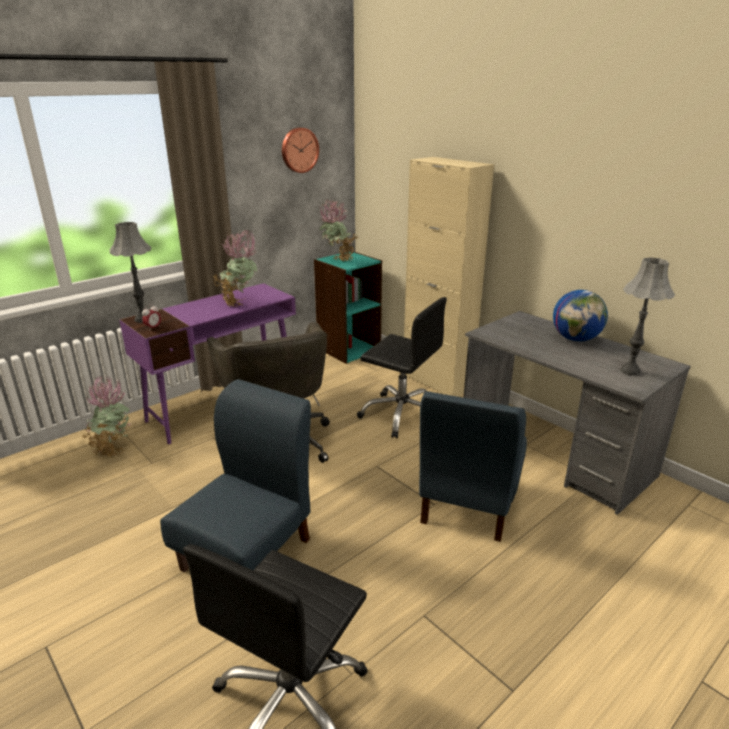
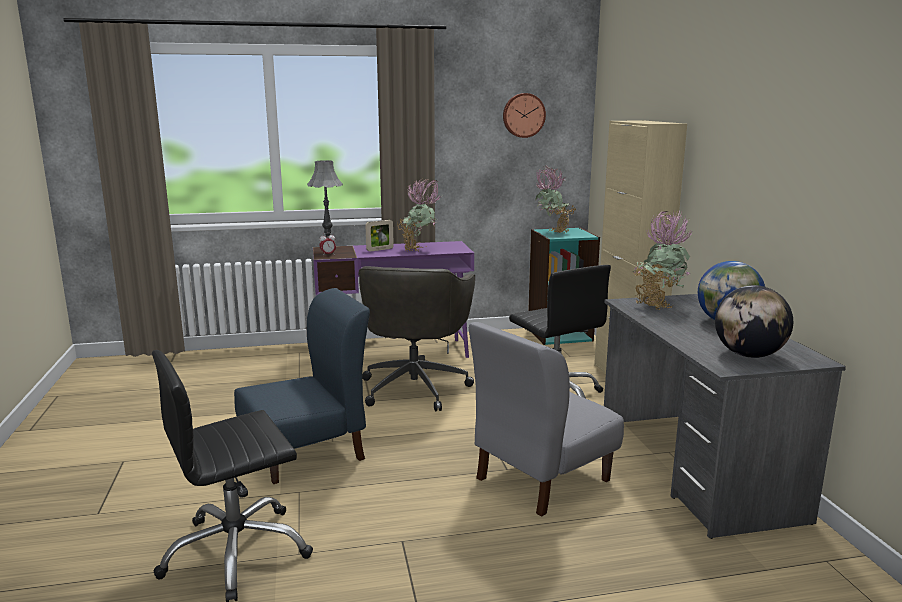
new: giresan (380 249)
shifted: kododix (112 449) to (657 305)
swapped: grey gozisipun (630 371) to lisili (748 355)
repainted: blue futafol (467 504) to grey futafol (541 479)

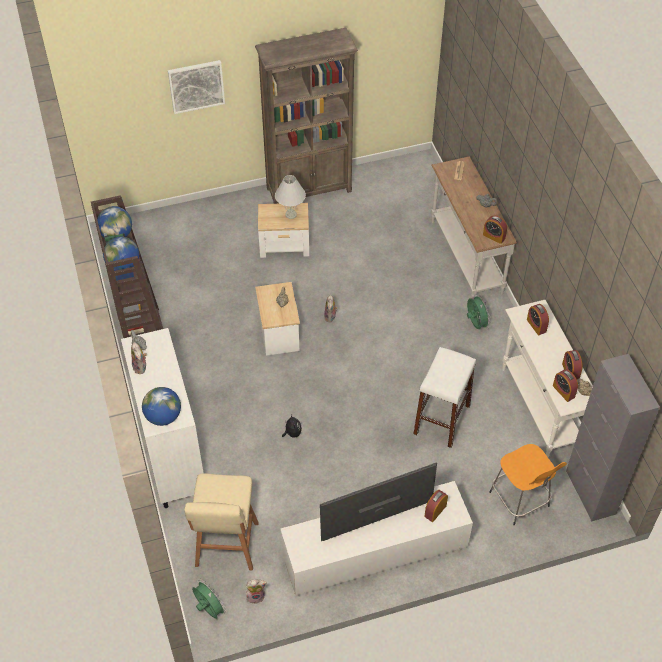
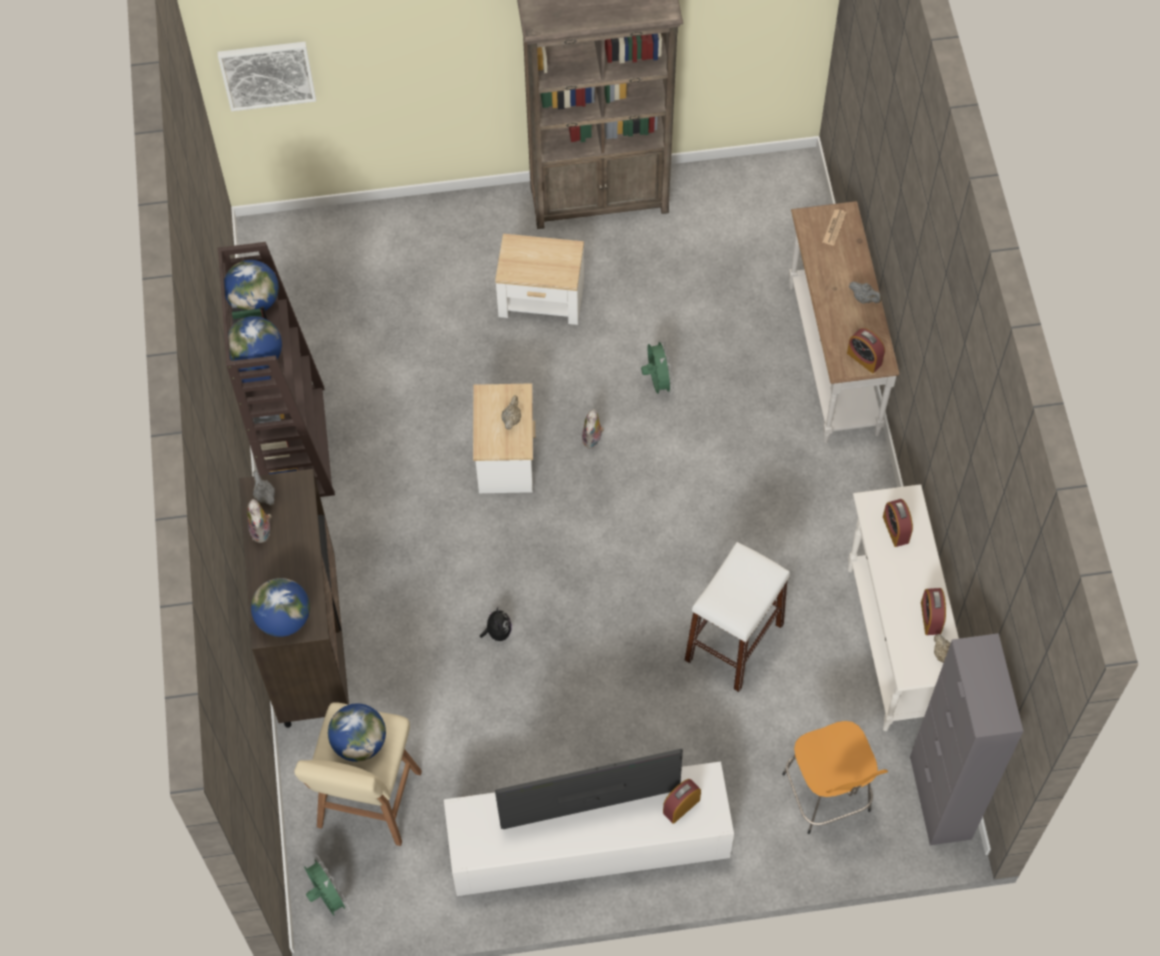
gone: white gozisipun (291 214); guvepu (563 391); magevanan (256 596)
new: lisili (359 742)
shifted: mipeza (196 86) to (267 74); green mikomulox (475 324) to (657 382)
repainted: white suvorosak (172 456) to brown suvorosak (309 645)

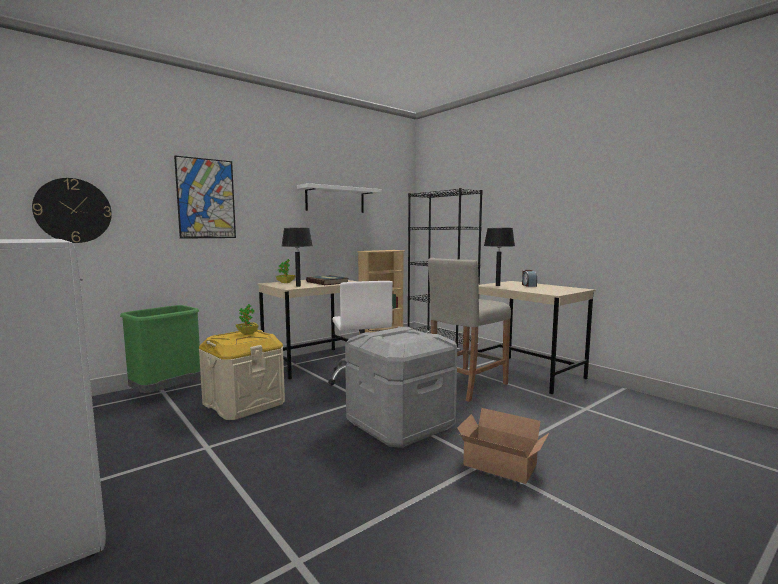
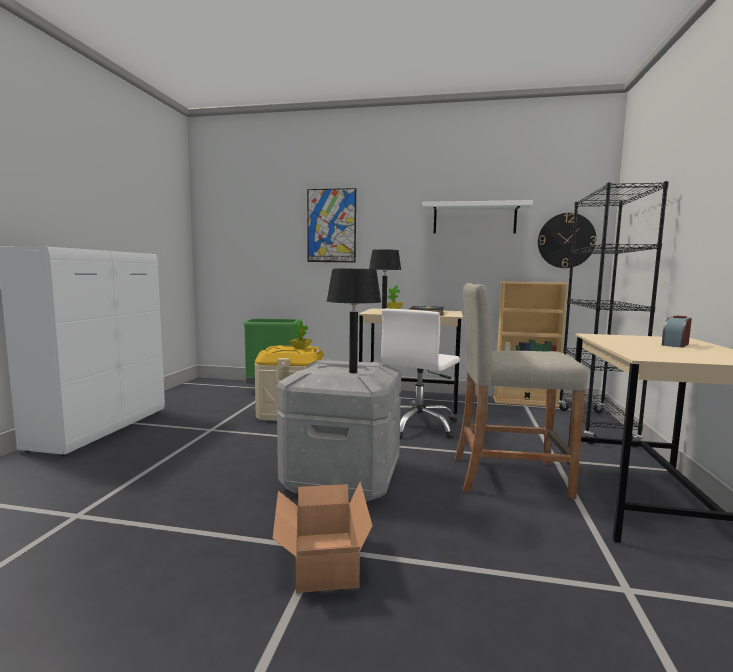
shifted: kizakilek (73 210) to (566 240); black gozisipun (498 285) to (353 372)

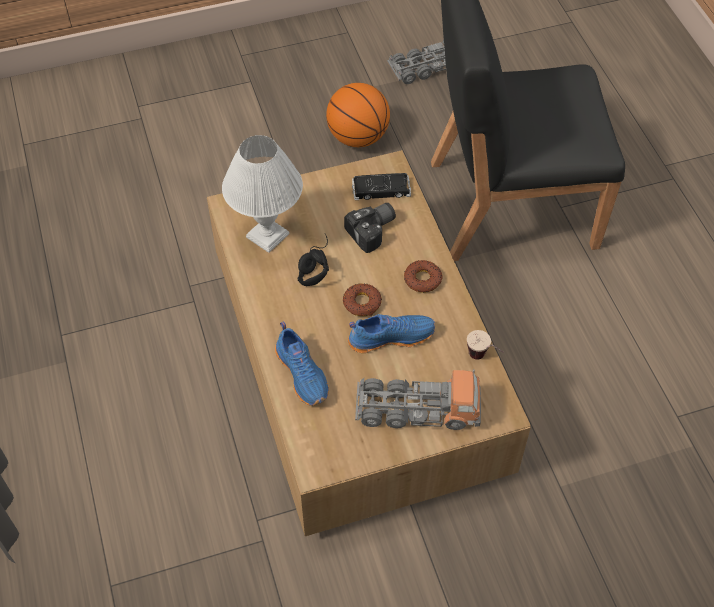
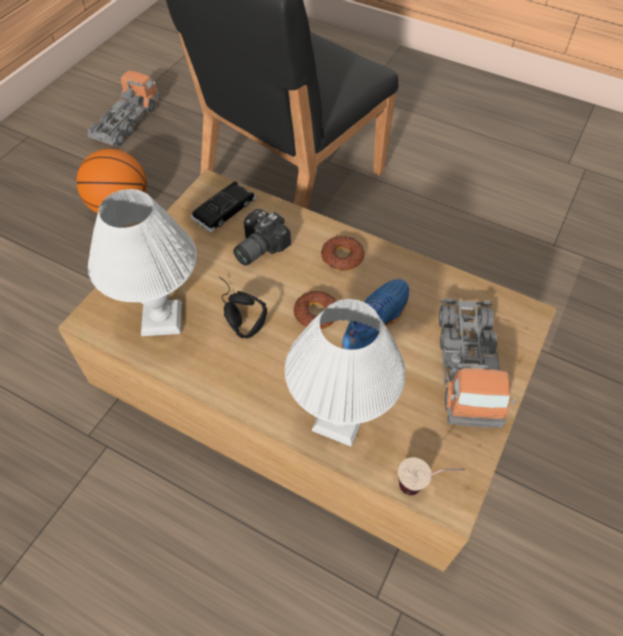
shifted: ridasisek (483 359) to (423 486)
swapped: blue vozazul (303 374) to white gozisipun (339 419)
rotated: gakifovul (373 231) = (257 247) 150 degrees counterclockwise; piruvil (417 409) = (467 367) 135 degrees clockwise

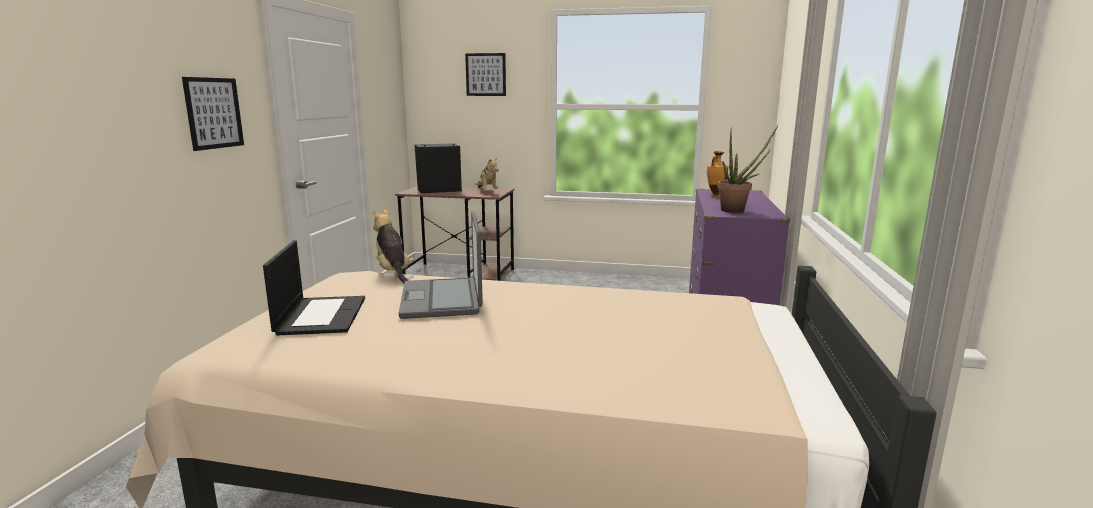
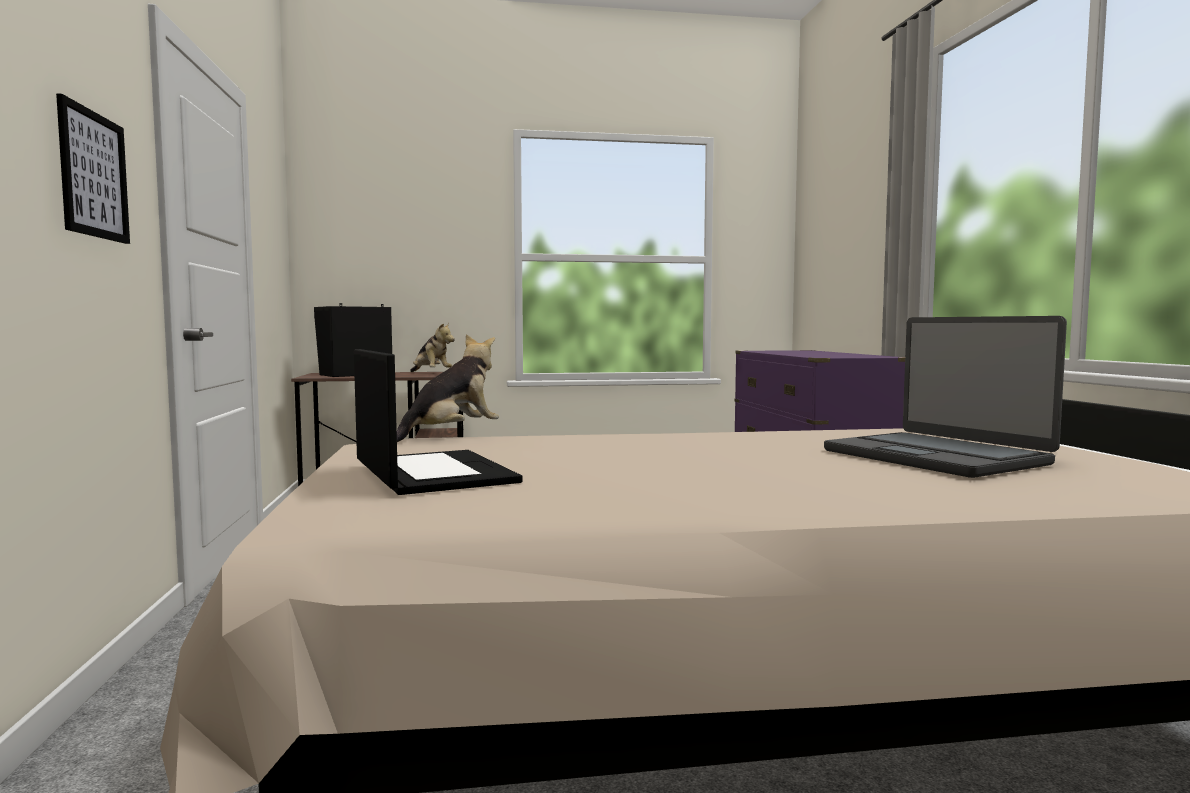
gone: mipeza (485 74); kododix (737 210); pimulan (715 196)
shifted: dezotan (442 299) to (936 457)
rotated: magevanan (393 273) = (451 435) 90 degrees clockwise

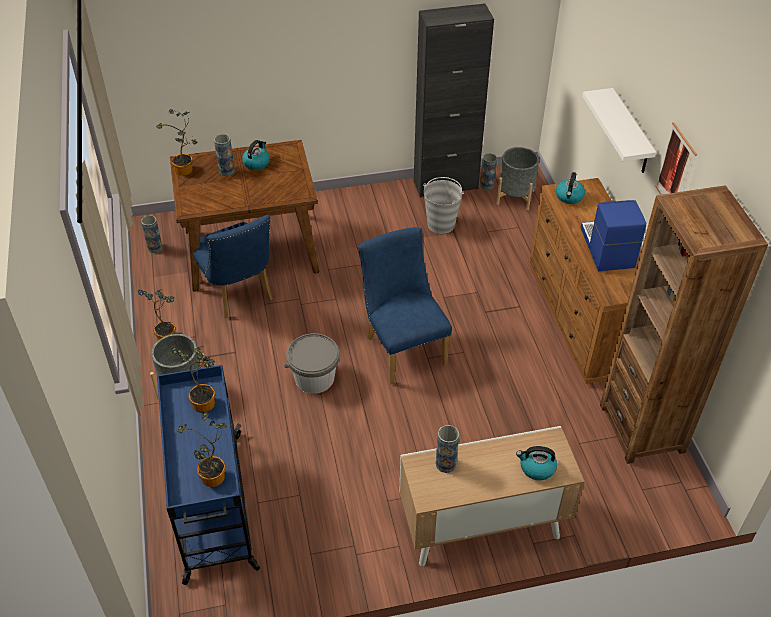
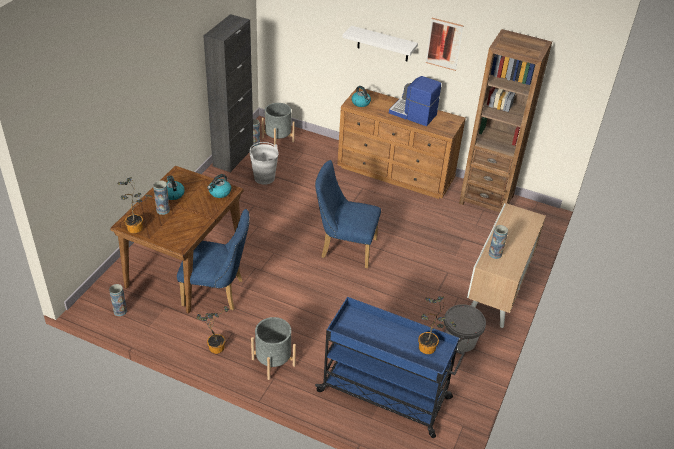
gone: kododix (204 401)
shifted: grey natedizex (314 378) to (460 340); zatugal (536 468) to (219 192)

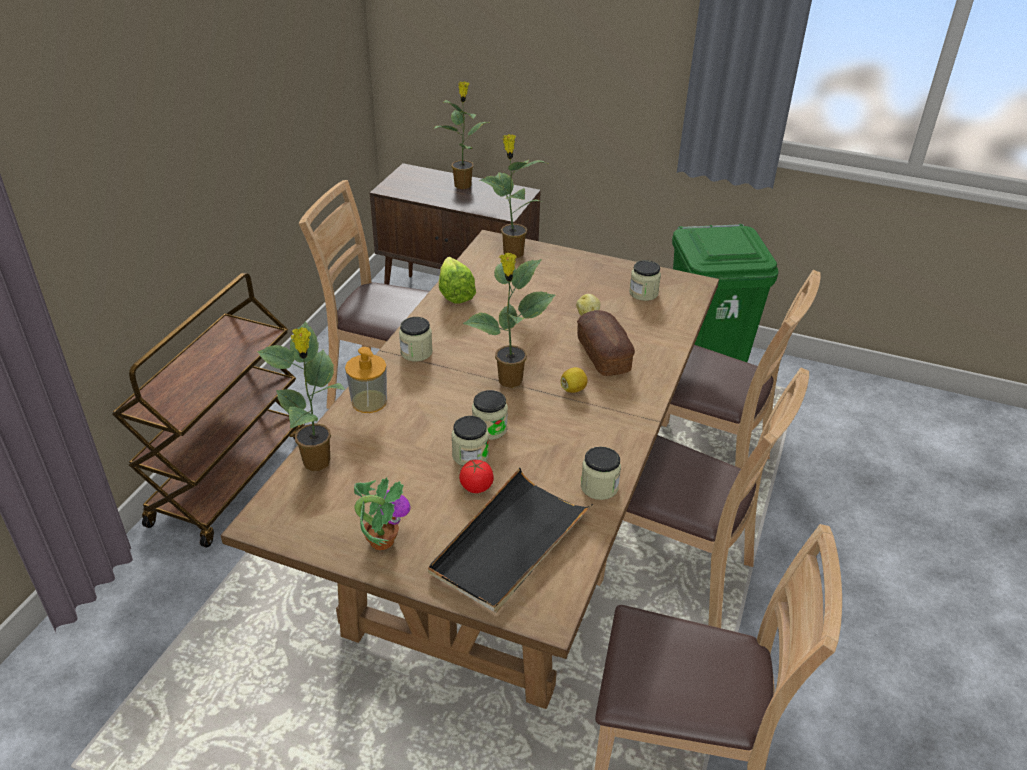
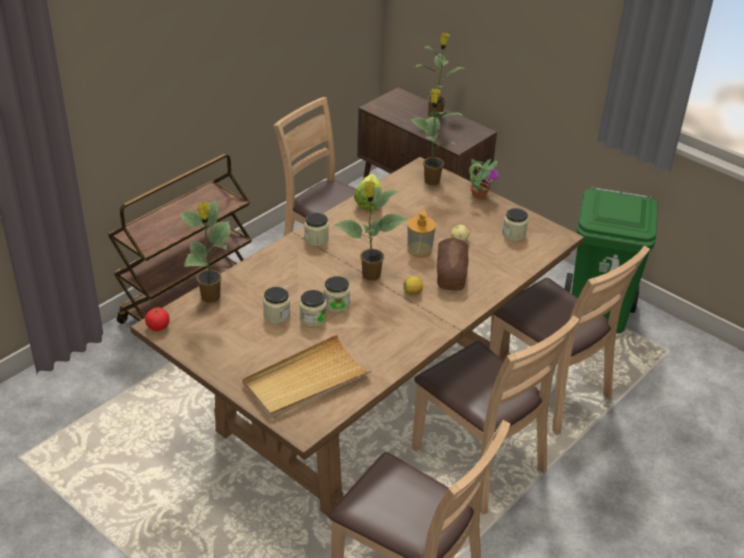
shifted: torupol (369 401) to (419 250); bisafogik (599 487) to (277 315); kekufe (476 486) to (158 326); kododix (381 540) to (478 194)
repainted: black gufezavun (509 543) to beige gufezavun (305 381)

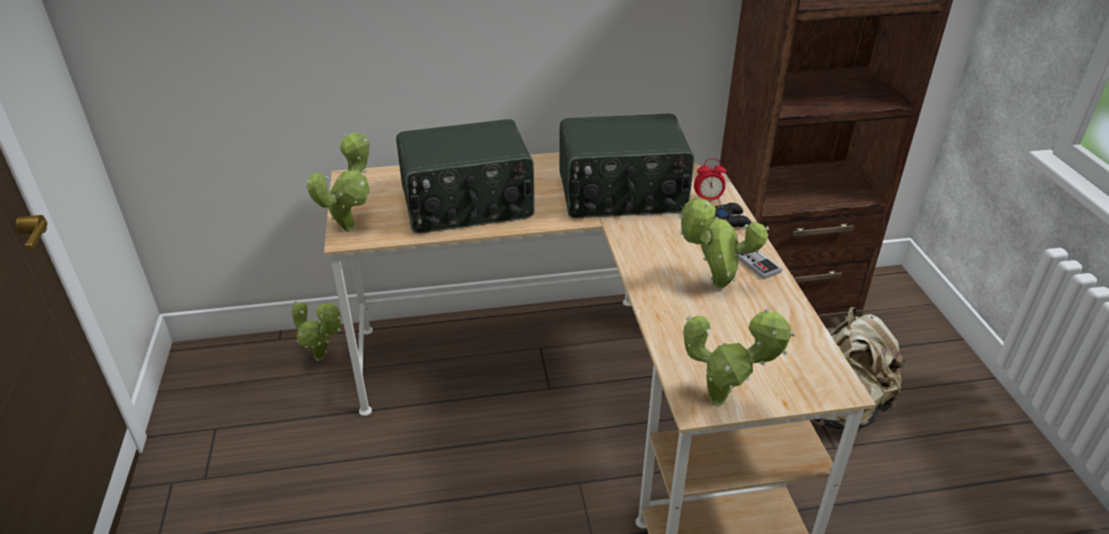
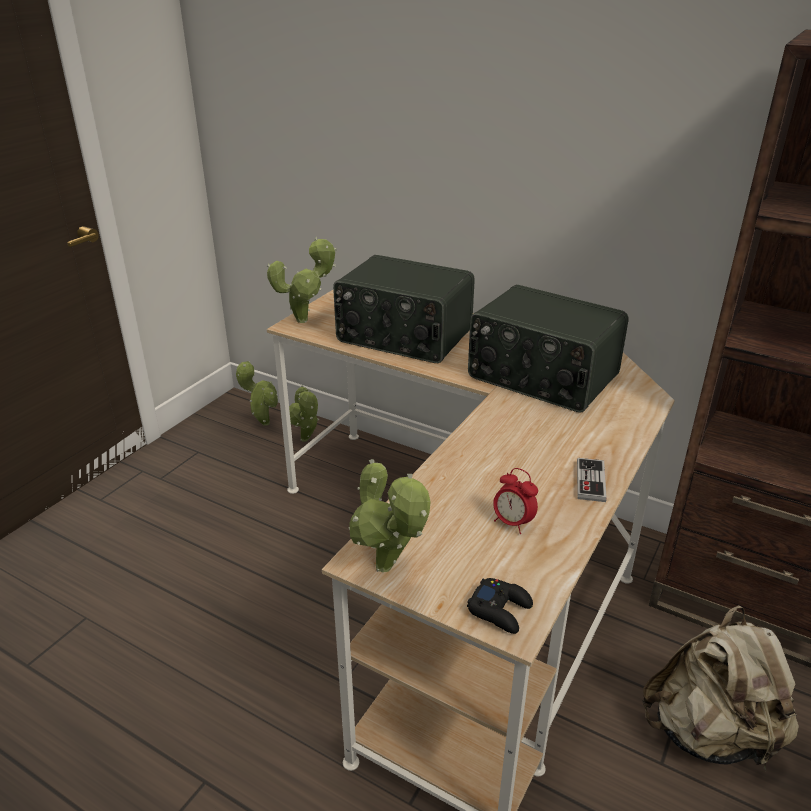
shifted: guvepu (708 200) to (512 523); kododix (714 285) to (263 422); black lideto (730 220) to (500 610)

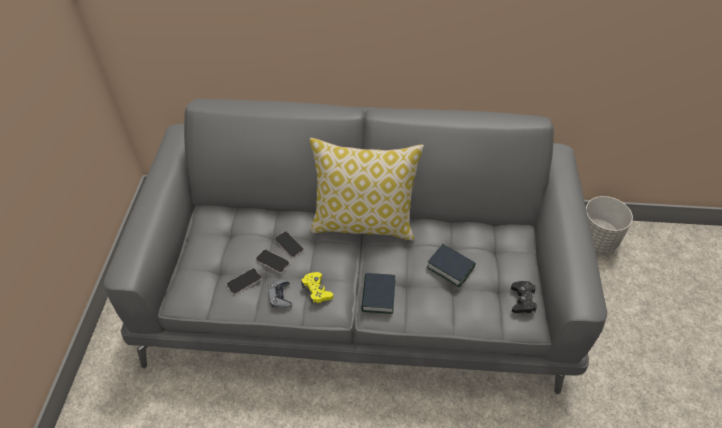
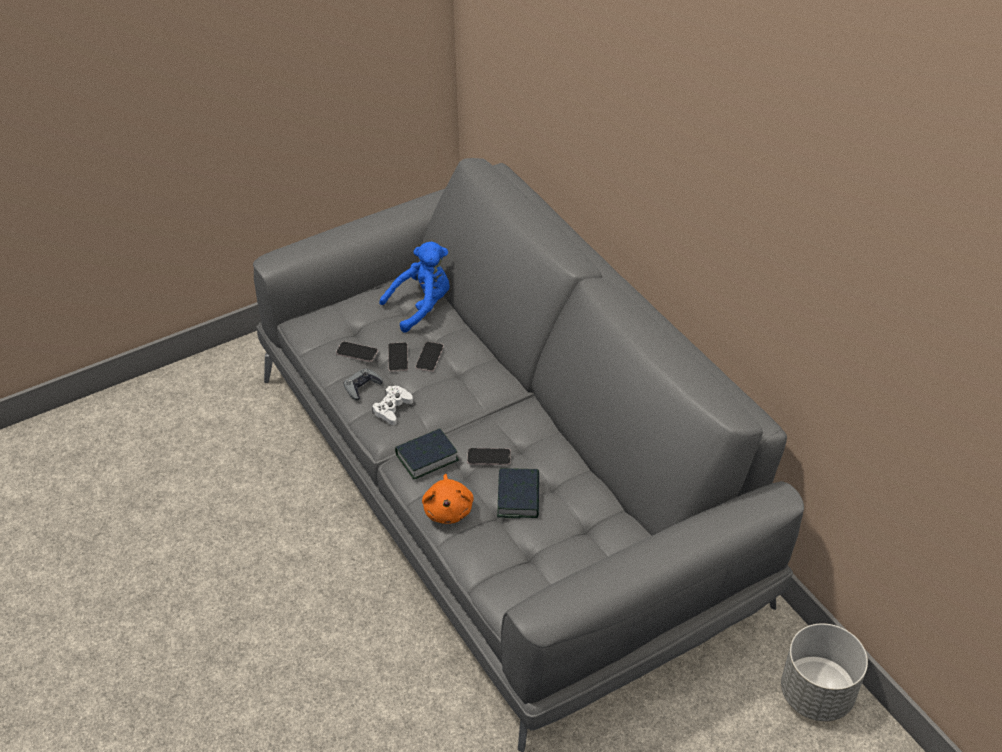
gone: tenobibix (364 223); black lideto (522 300)
new: blue magevanan (422 306); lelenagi (489 457); orange magevanan (448 509)
repainted: yellow lideto (317 290) to white lideto (392 409)

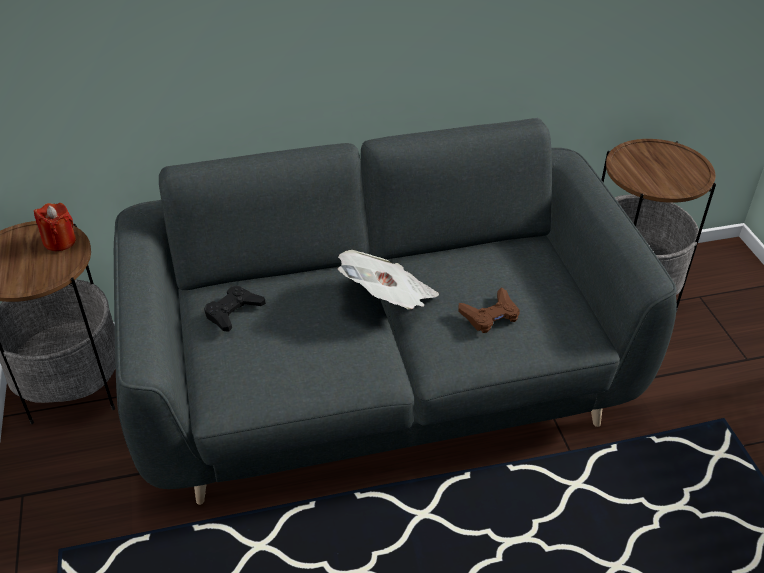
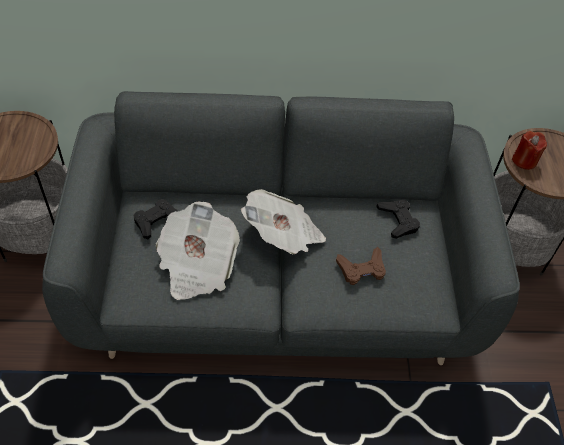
new: black lideto (398 221); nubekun (197 266)
shifted: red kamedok (60 241) to (524 160)

